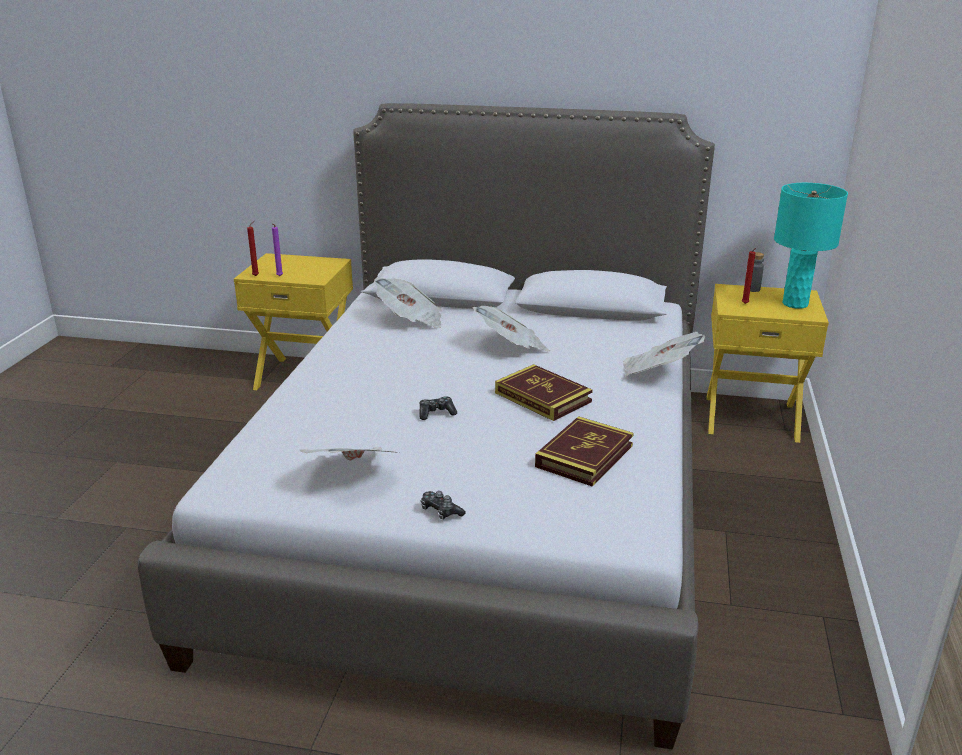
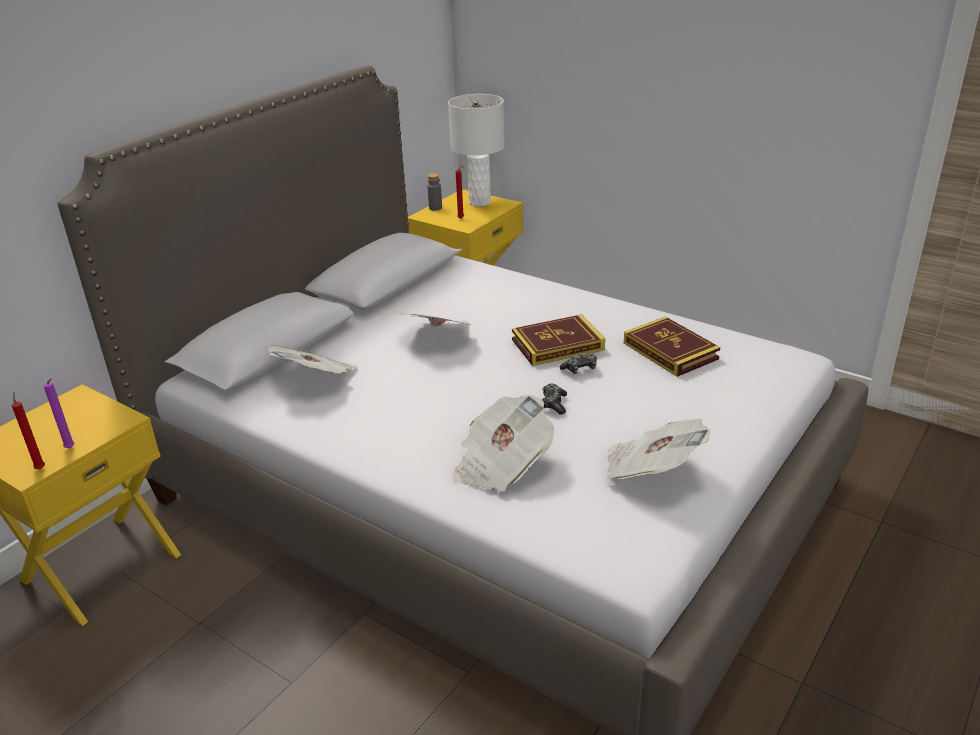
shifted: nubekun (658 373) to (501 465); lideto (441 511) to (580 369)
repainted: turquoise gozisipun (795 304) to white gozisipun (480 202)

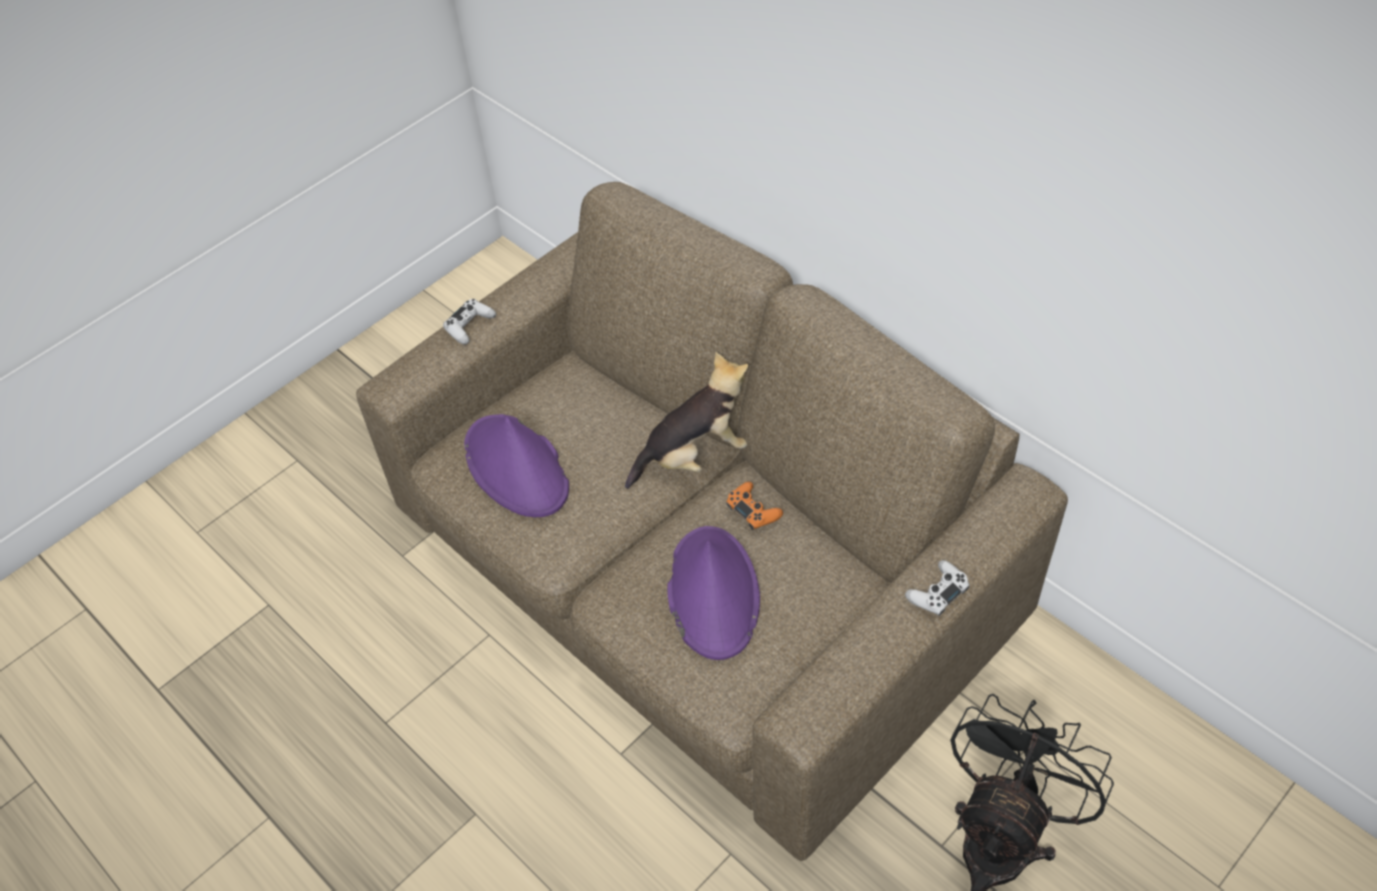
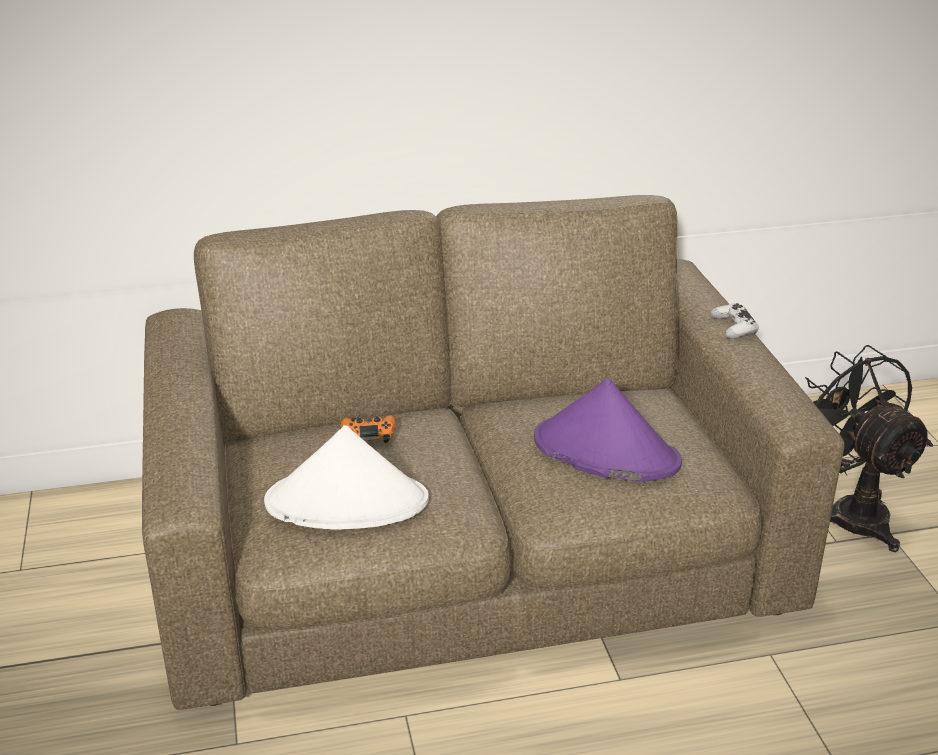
gone: white lideto (469 326); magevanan (694 455)
shifted: orange lideto (753 510) to (369 434)
repainted: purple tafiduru (517 468) to white tafiduru (348 502)

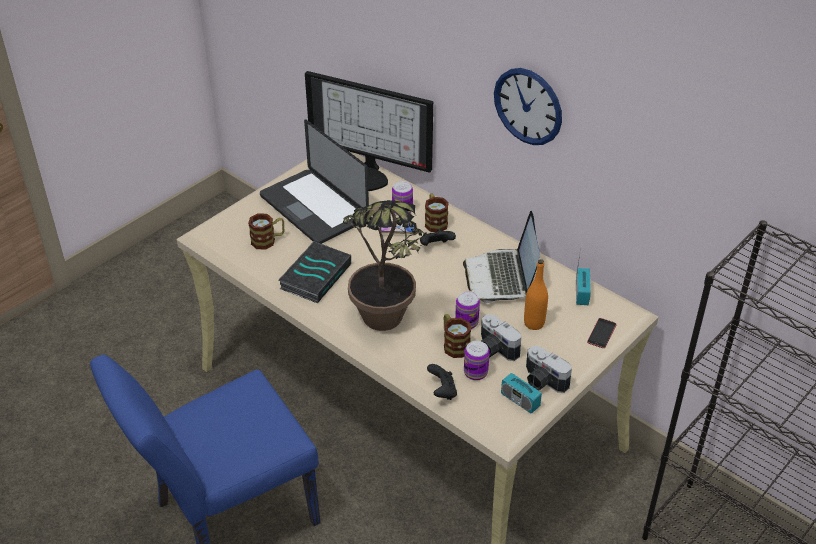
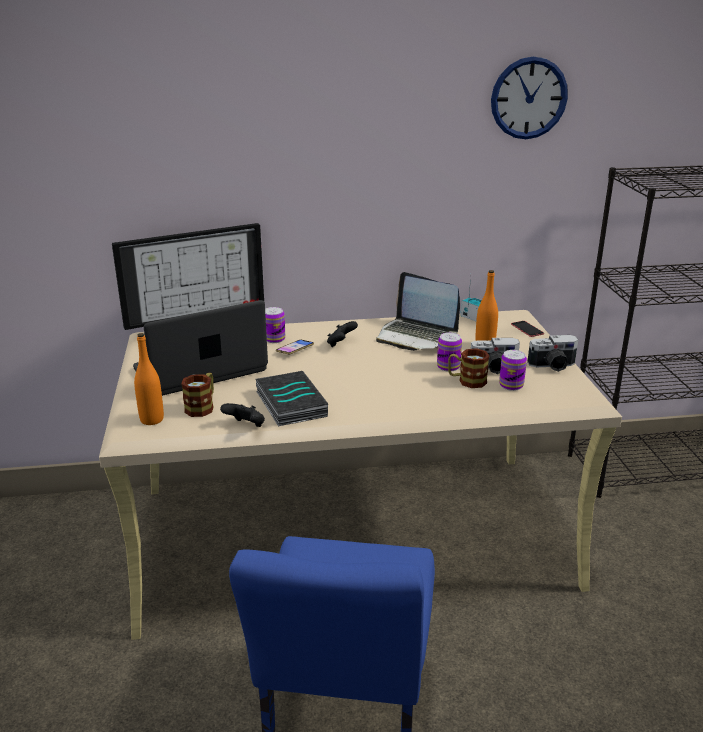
gone: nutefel (435 221); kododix (387 327); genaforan (520 400)
new: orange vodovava (152 419)
shifted: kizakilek (528 106) to (529 98); black lideto (442 391) to (245 426)
rotated: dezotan (313 208) = (200 370) 150 degrees clockwise

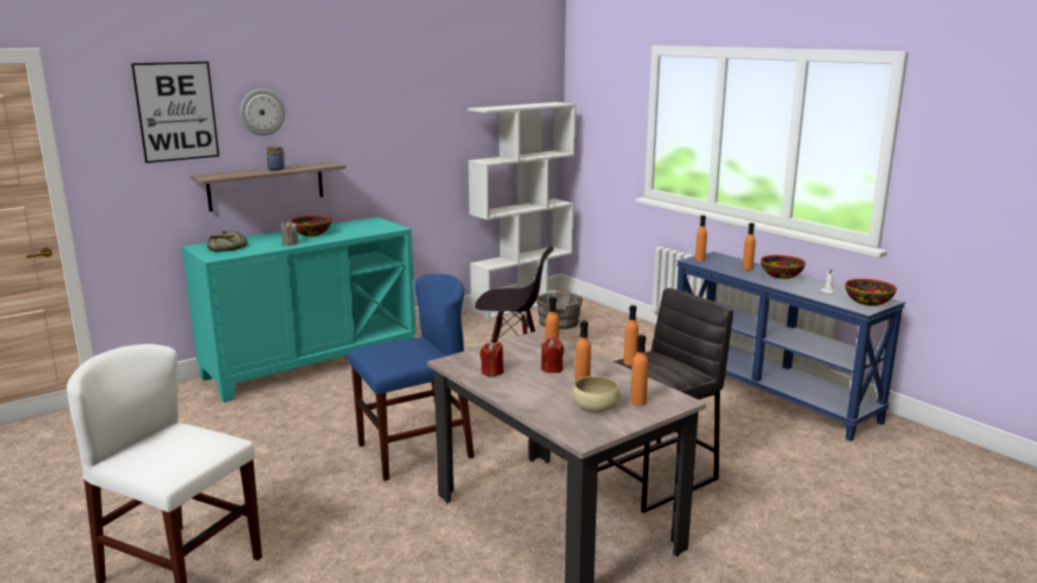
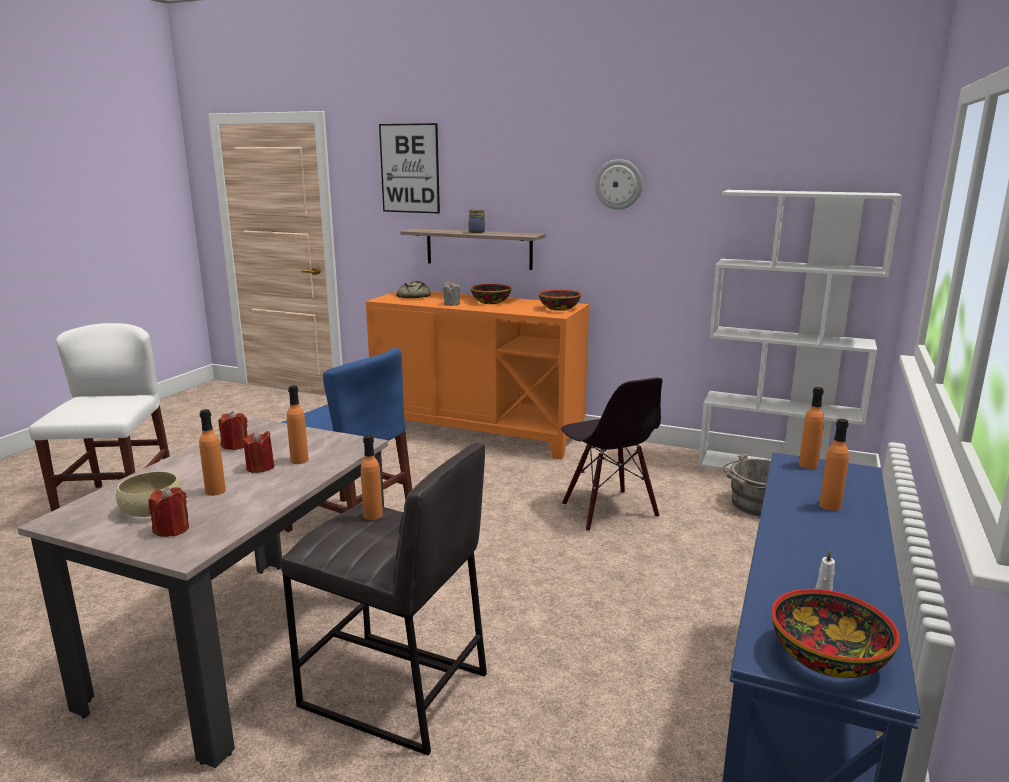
shifted: kizakilek (262 112) to (618 184); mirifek (781 275) to (560 308)
swapped: orange vodovava (638 402) to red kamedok (172 529)
repainted: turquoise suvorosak (311 364) to orange suvorosak (478 431)

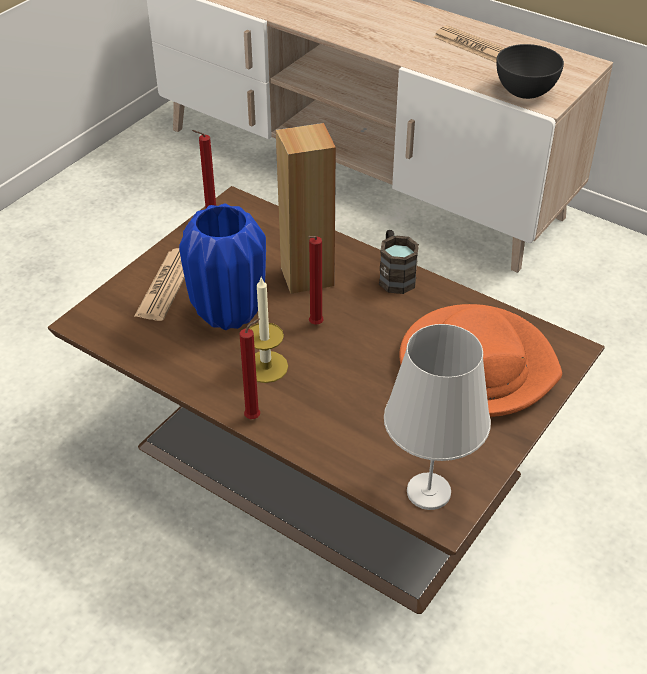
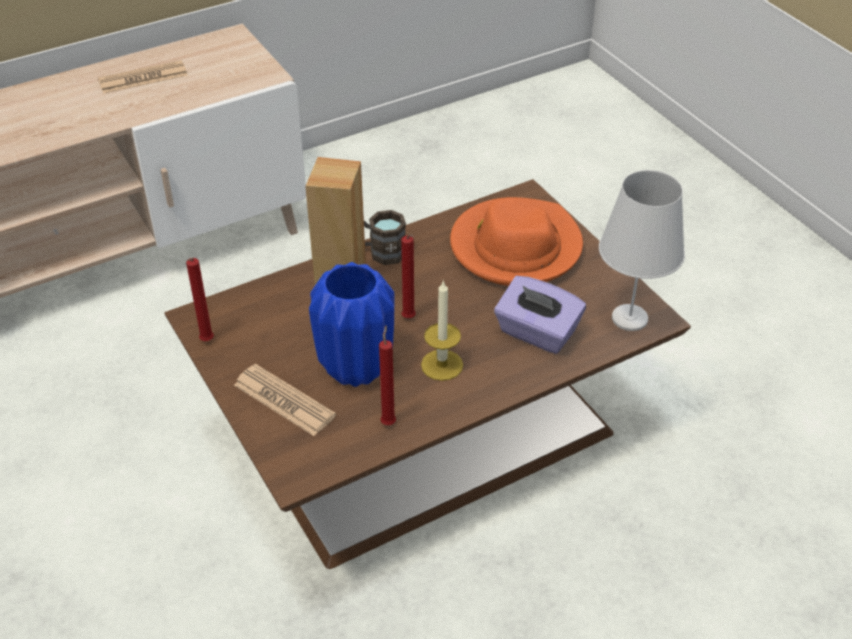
gone: grey mirifek (525 91)
new: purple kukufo (537 333)
shifted: red kamedok (255 417) to (388 421)

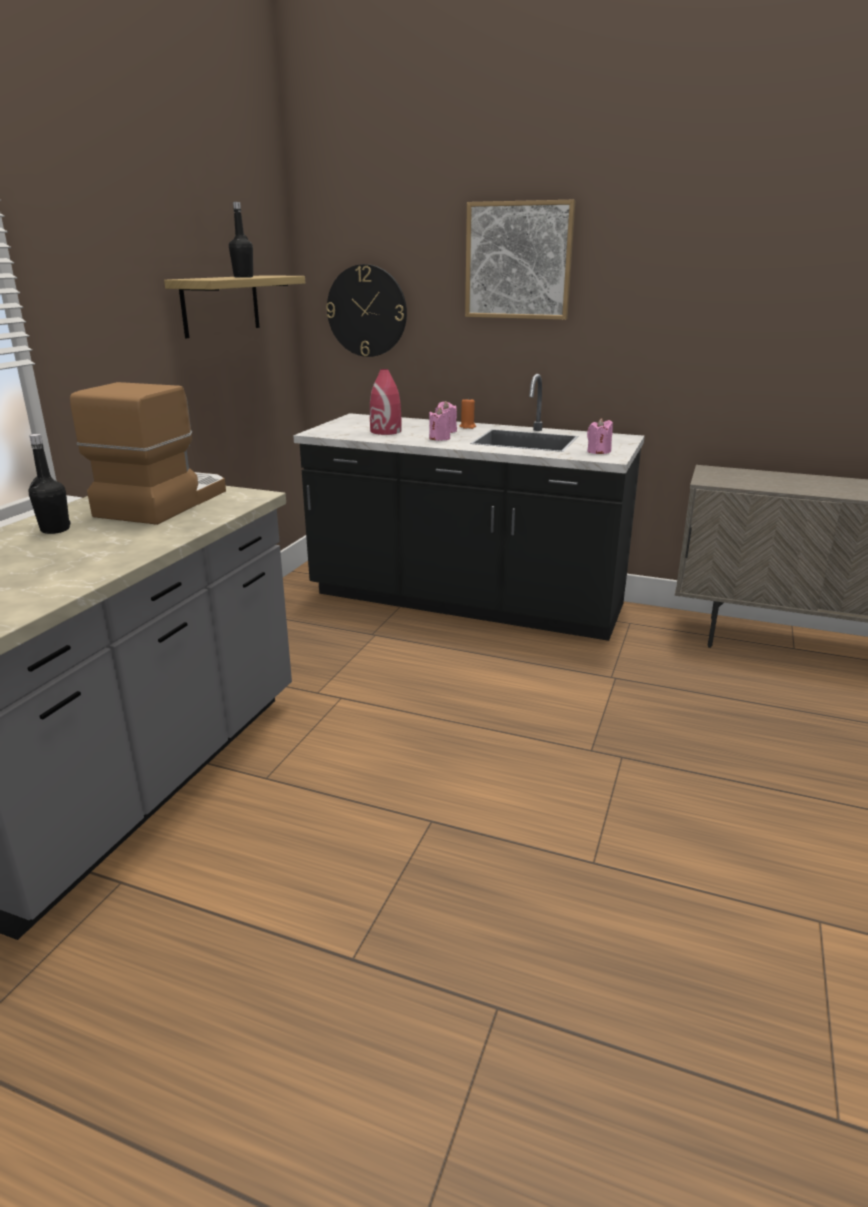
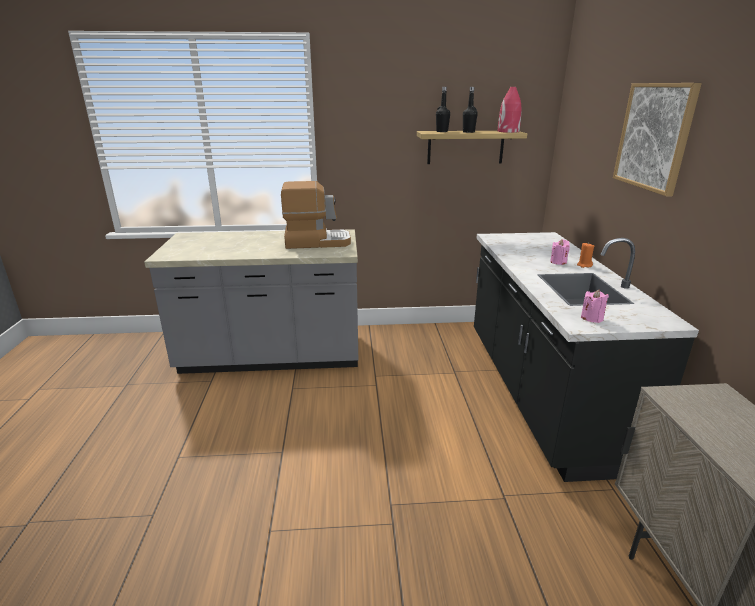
gone: kizakilek (367 311); pink kamedok (439 438)
shifted: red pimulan (386 431) to (508 131); black vodovava (55 530) to (442 131)

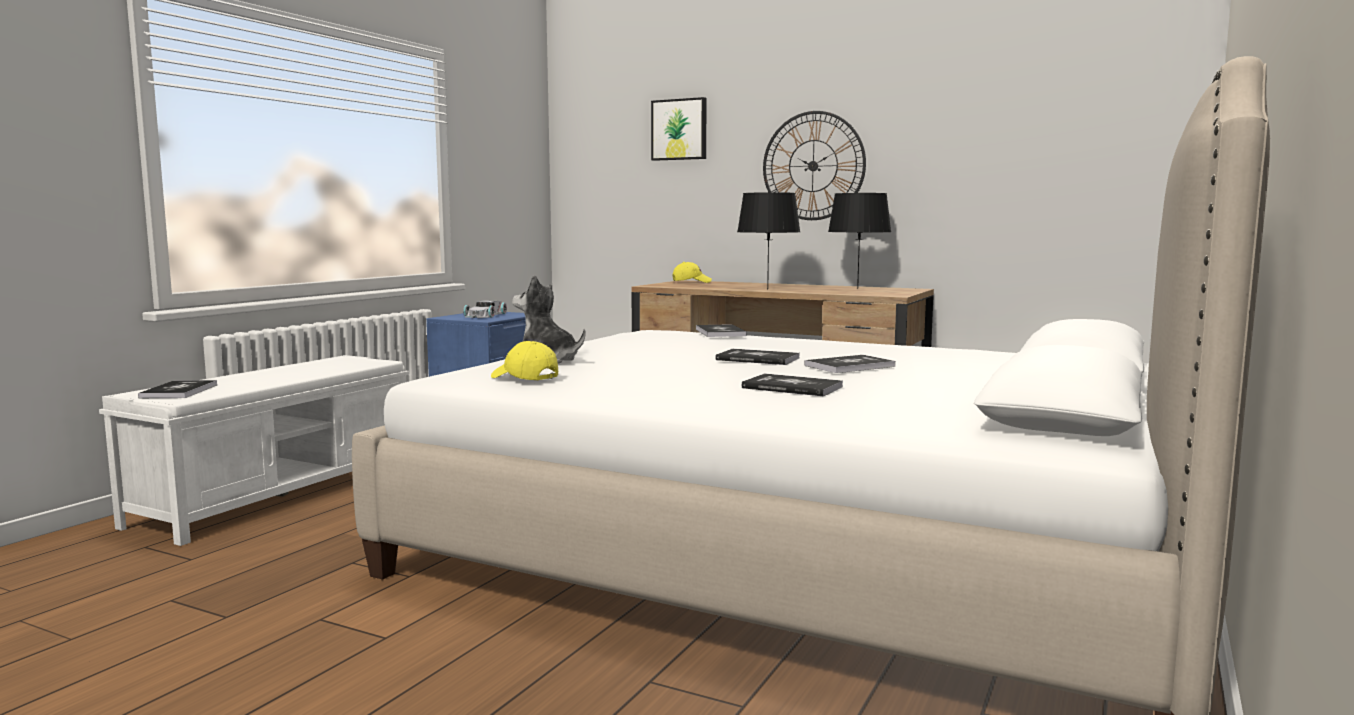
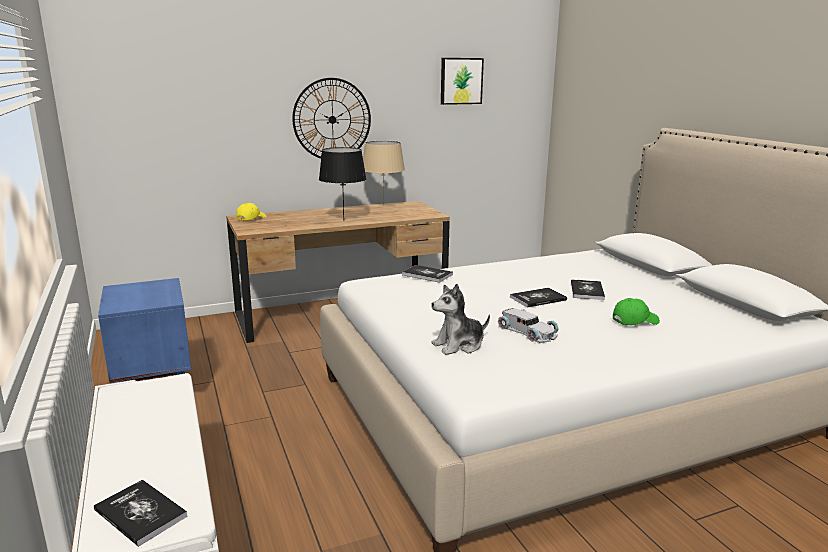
gone: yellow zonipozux (524 378)
shifted: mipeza (679 129) to (461 81); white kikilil (484 315) to (527 331)
swapped: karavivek (792 387) to green zonipozux (634 321)
repainted: black gozisipun (857 288) to beige gozisipun (383 208)

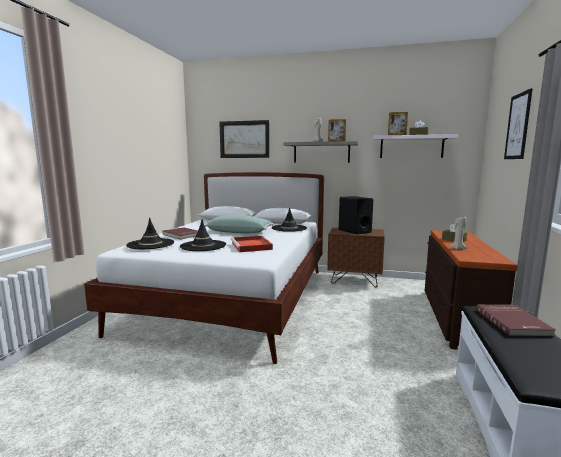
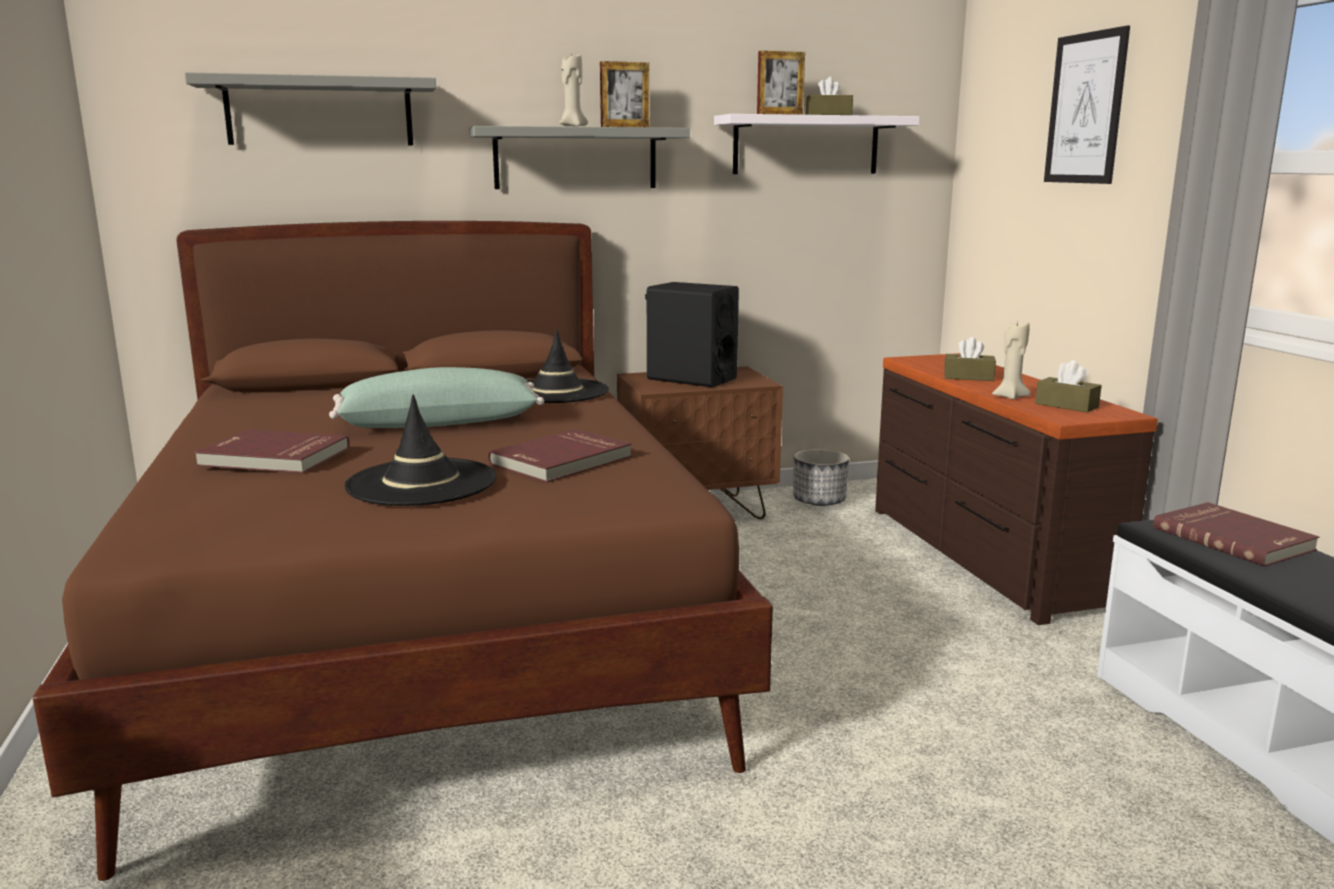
gone: black tafiduru (150 244)
new: brown kukufo (1066 405); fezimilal (819 500)
swapped: mipeza (244 139) to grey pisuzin (320 112); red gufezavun (251 246) to red karavivek (563 461)
repainted: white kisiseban (233 298) to brown kisiseban (429 629)

